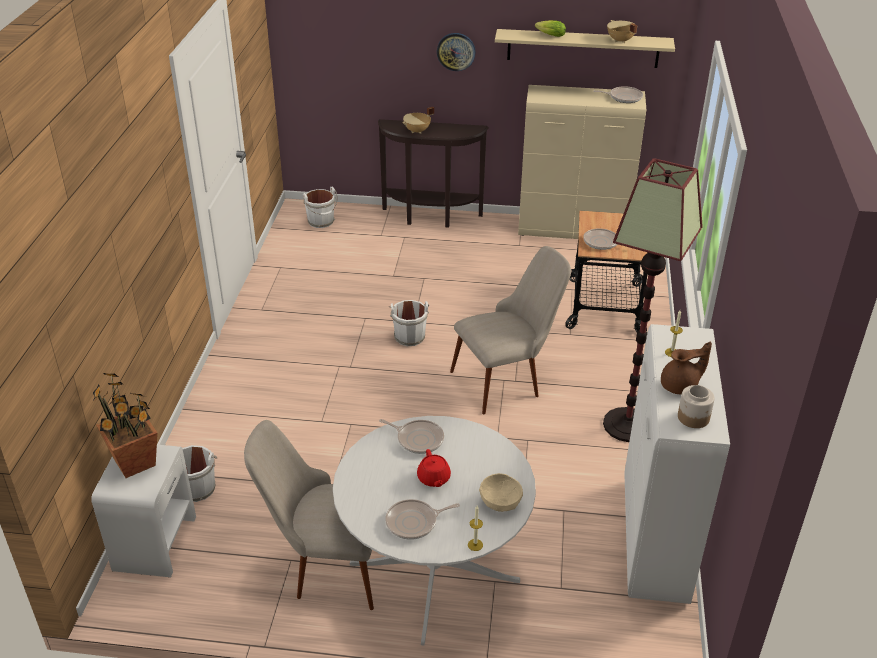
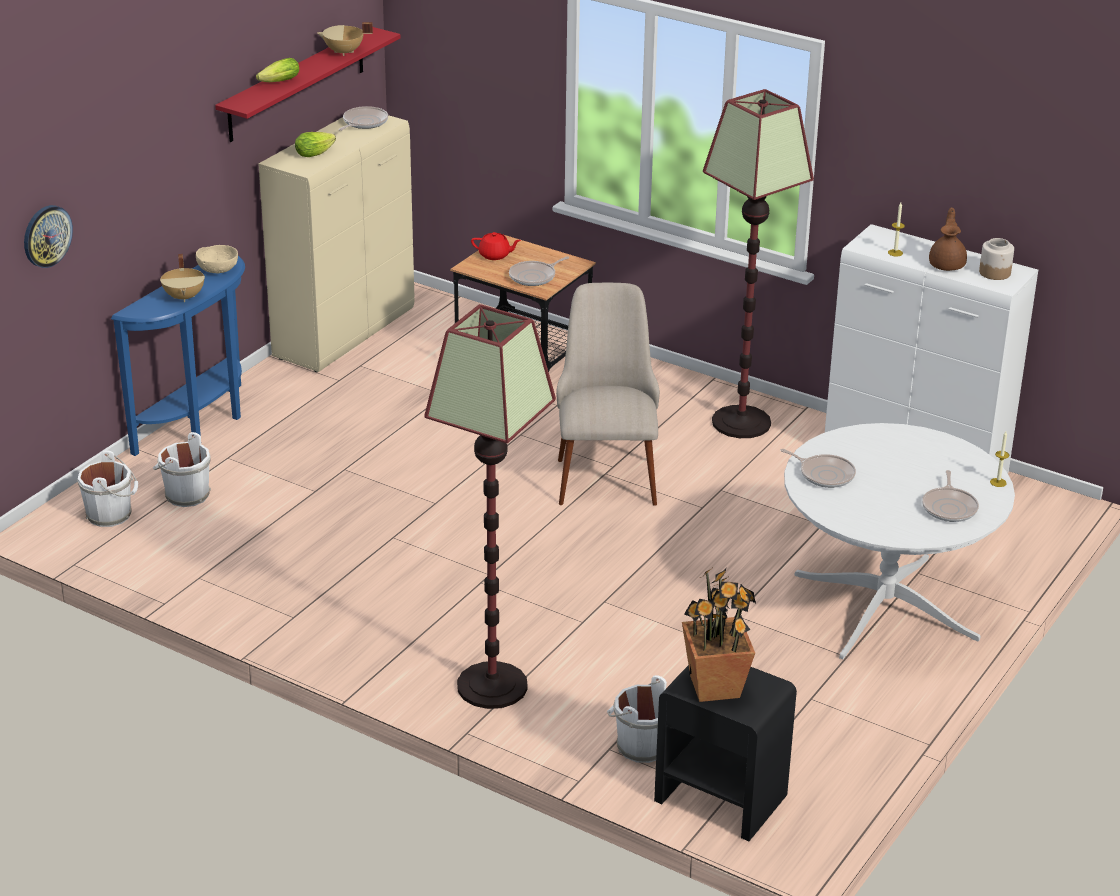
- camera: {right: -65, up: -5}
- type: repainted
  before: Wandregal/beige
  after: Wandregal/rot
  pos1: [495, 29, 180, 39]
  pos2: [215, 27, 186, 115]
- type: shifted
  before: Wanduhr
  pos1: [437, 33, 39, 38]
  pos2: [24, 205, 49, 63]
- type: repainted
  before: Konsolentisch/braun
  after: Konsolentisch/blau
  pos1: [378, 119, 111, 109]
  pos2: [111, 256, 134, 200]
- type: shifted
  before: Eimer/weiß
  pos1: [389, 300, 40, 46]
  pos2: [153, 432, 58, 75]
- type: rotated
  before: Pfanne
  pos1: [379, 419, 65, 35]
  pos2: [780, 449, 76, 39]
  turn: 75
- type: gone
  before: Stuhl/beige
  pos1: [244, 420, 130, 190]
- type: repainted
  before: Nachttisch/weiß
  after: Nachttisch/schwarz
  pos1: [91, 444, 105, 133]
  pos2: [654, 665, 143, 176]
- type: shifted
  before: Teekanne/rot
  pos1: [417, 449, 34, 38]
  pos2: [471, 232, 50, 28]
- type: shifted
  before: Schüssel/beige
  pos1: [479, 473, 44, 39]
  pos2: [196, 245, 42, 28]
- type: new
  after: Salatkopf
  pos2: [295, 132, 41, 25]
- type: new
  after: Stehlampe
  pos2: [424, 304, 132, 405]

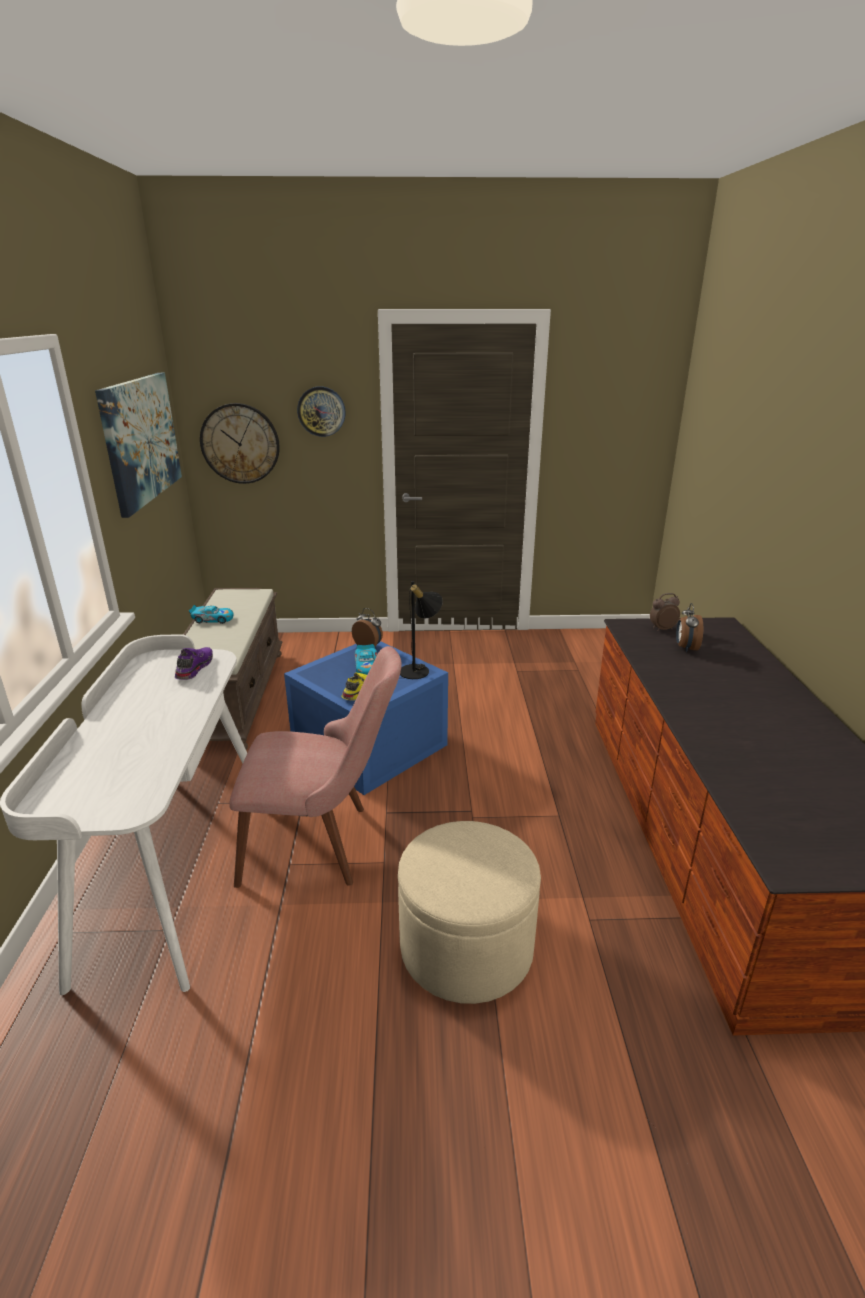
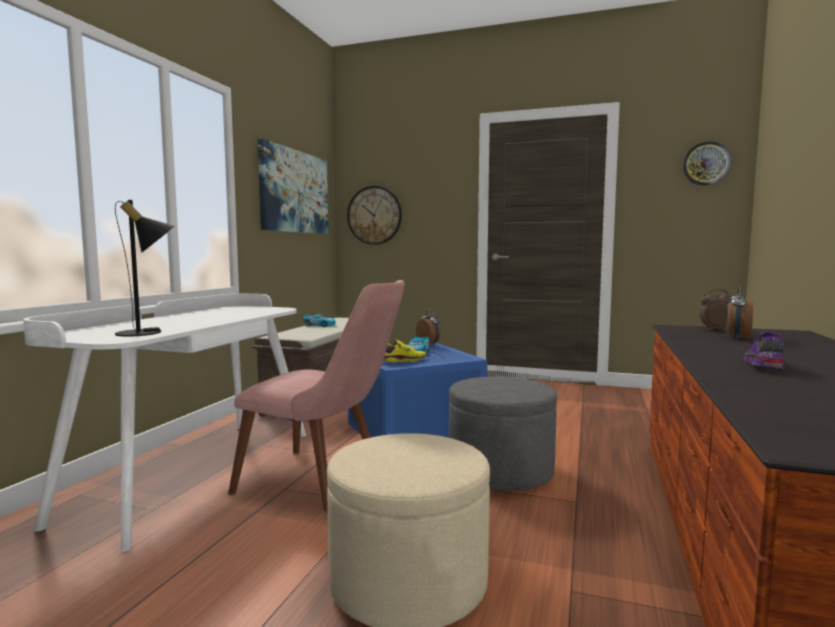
- camera: {right: 20, up: -20}
- type: shifted
  before: Wanduhr
  pos1: [297, 386, 49, 51]
  pos2: [683, 141, 48, 45]
- type: shifted
  before: Tischlampe/schwarz
  pos1: [400, 581, 43, 98]
  pos2: [115, 200, 59, 137]
- type: shifted
  before: Schuh/lila
  pos1: [175, 647, 38, 33]
  pos2: [743, 331, 42, 38]
- type: new
  after: Polsterhocker/grau
  pos2: [449, 376, 108, 115]

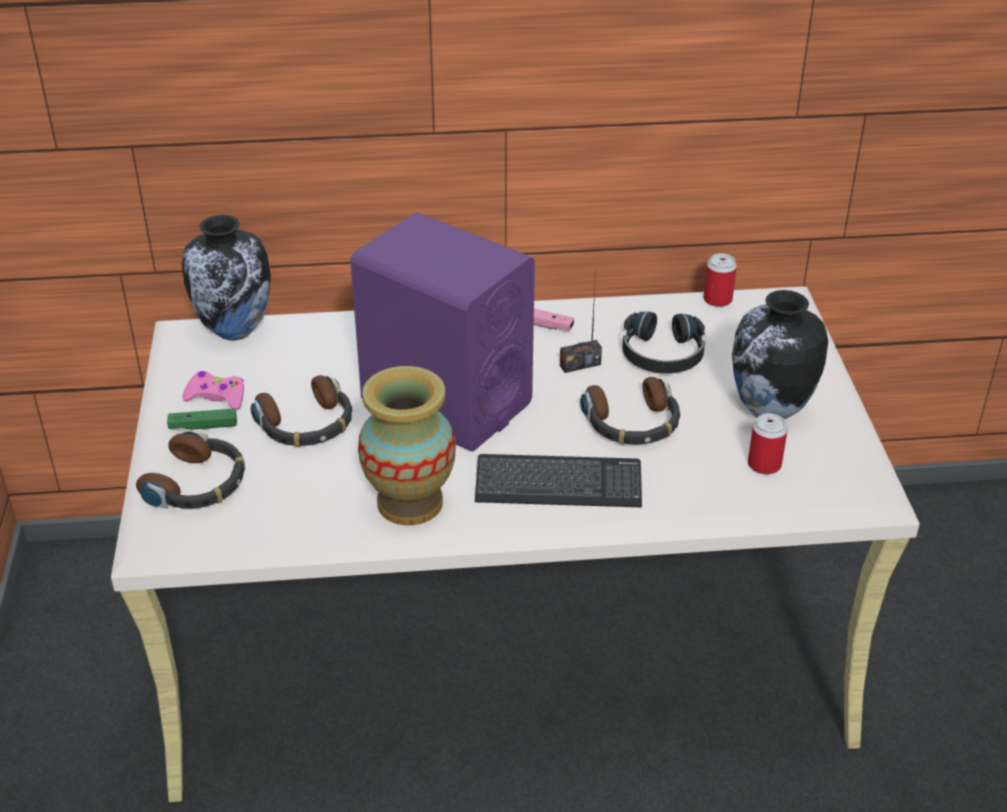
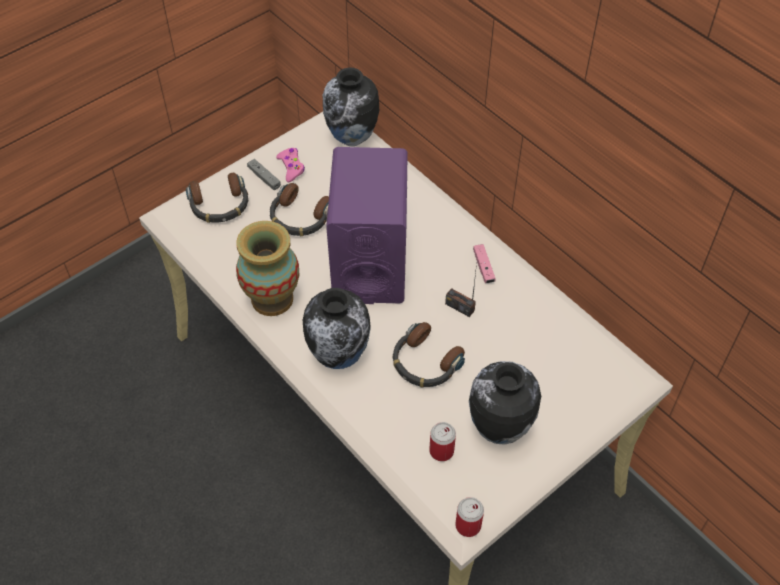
- camera: {right: 55, up: 15}
- type: shifted
  before: Dose
  pos1: [703, 253, 34, 54]
  pos2: [455, 497, 29, 40]
- type: gone
  before: Kopfhörer/schwarz
  pos1: [622, 311, 83, 63]
- type: repainted
  before: Gamepad/grün
  after: Gamepad/grau
  pos1: [167, 408, 70, 22]
  pos2: [247, 159, 34, 31]
- type: swapped
  before: Tastatur
  after: Vase
  pos1: [475, 454, 167, 53]
  pos2: [303, 288, 68, 81]

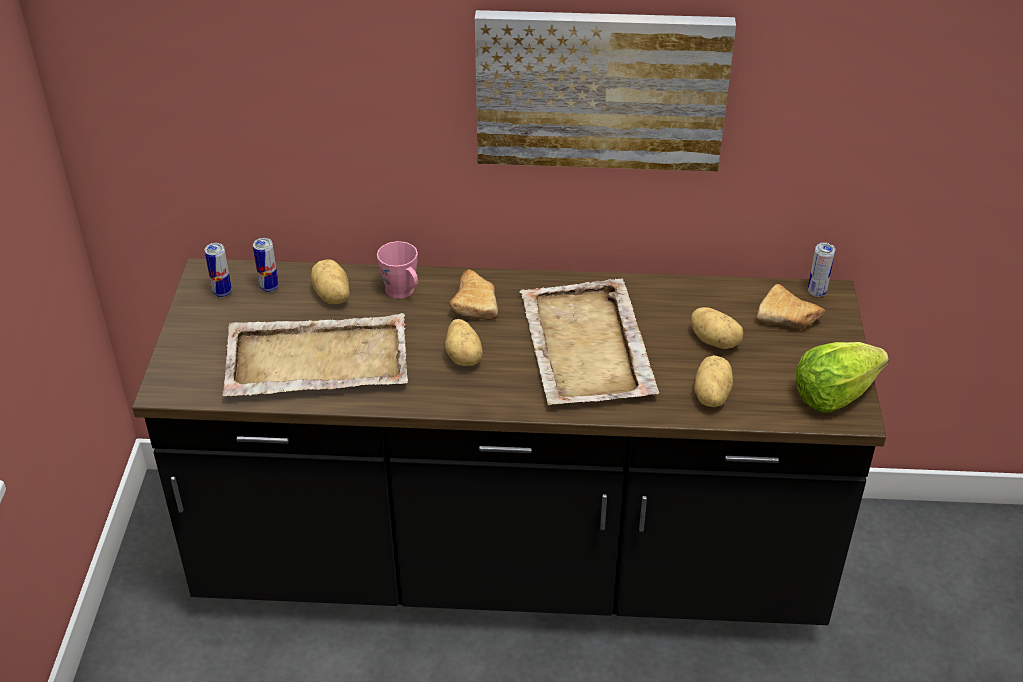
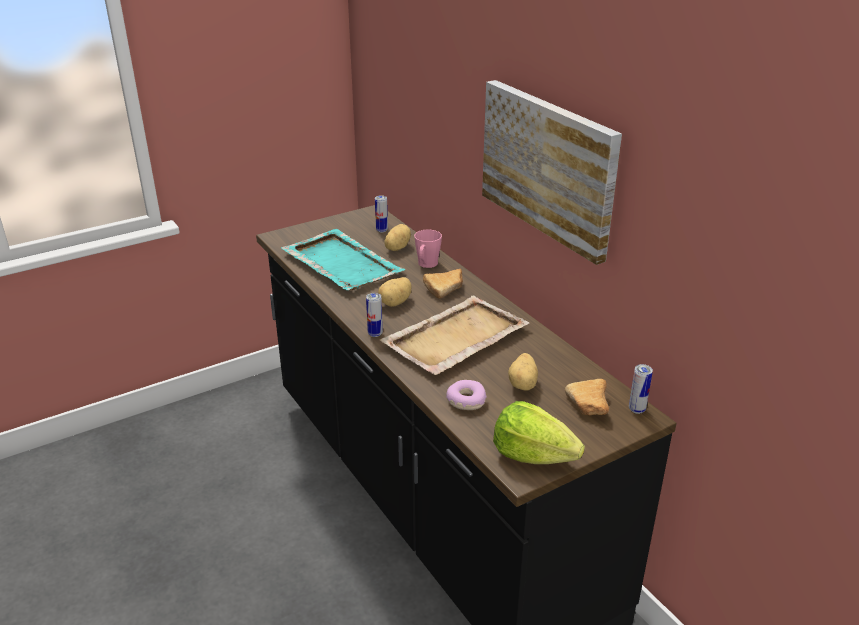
- camera: {right: 55, up: -10}
- type: shifted
  before: Dose
  pos1: [205, 243, 27, 55]
  pos2: [366, 293, 17, 44]
- type: repainted
  before: Tablett/beige
  after: Tablett/türkis
  pos1: [222, 313, 186, 83]
  pos2: [281, 229, 124, 61]
- type: swapped
  before: Kartoffel
  after: Donut
  pos1: [694, 355, 39, 52]
  pos2: [446, 380, 41, 30]

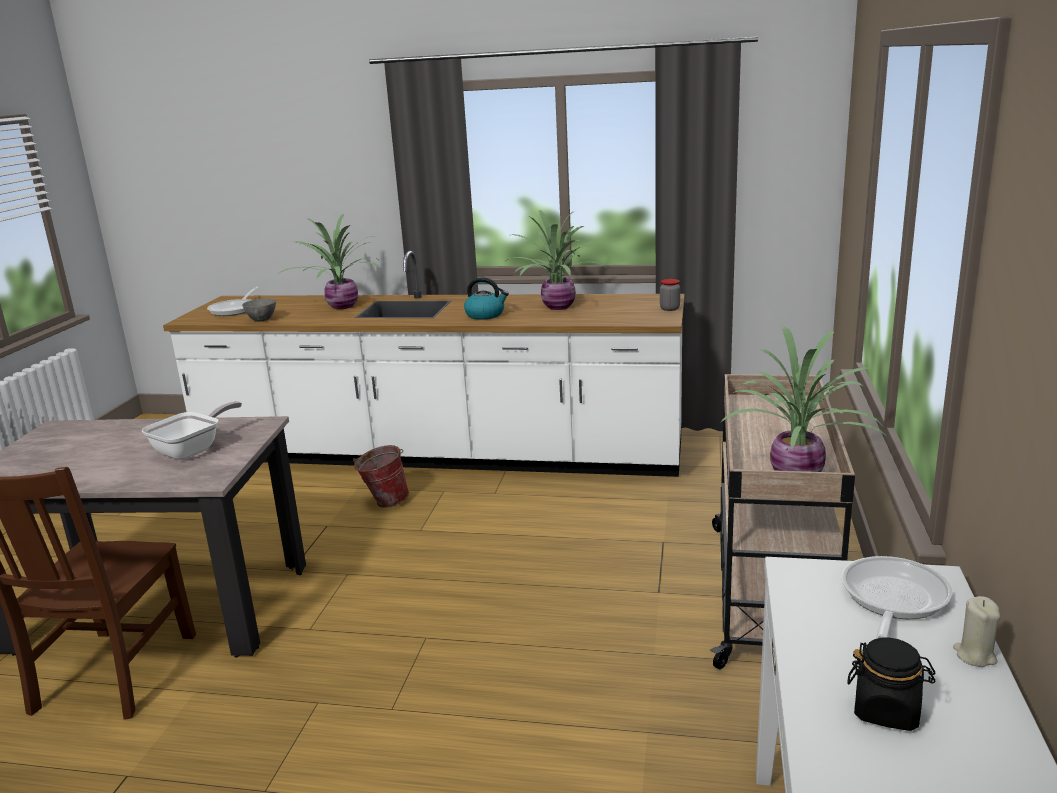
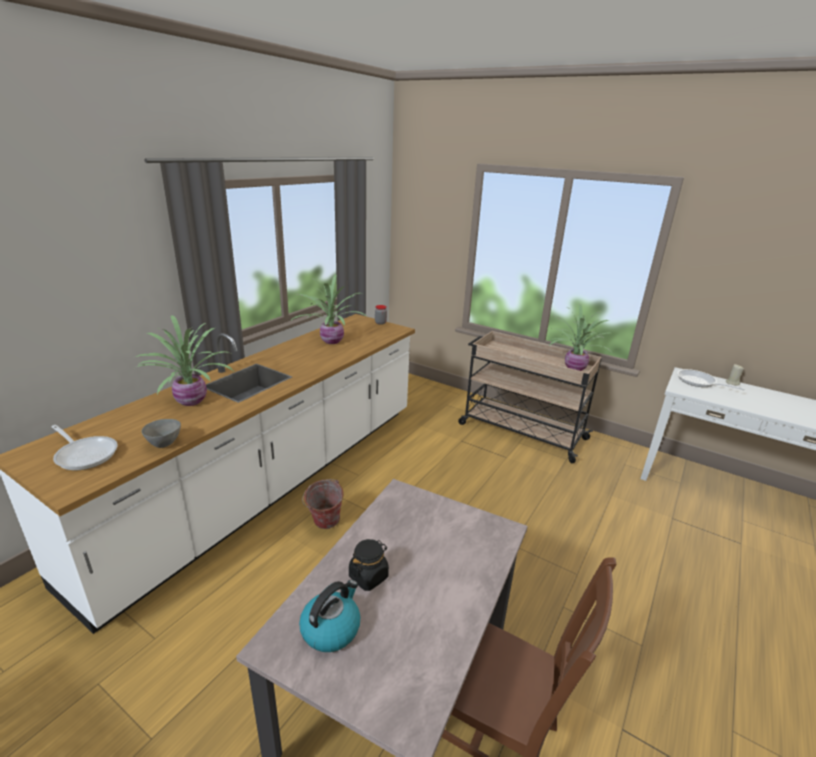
- camera: {right: -70, up: 5}
- type: shifted
  before: Wasserkessel
  pos1: [464, 277, 45, 43]
  pos2: [299, 580, 61, 72]
- type: gone
  before: Pfanne
  pos1: [142, 401, 100, 59]
- type: shifted
  before: Vorratsglas/schwarz
  pos1: [847, 637, 89, 94]
  pos2: [349, 539, 40, 52]

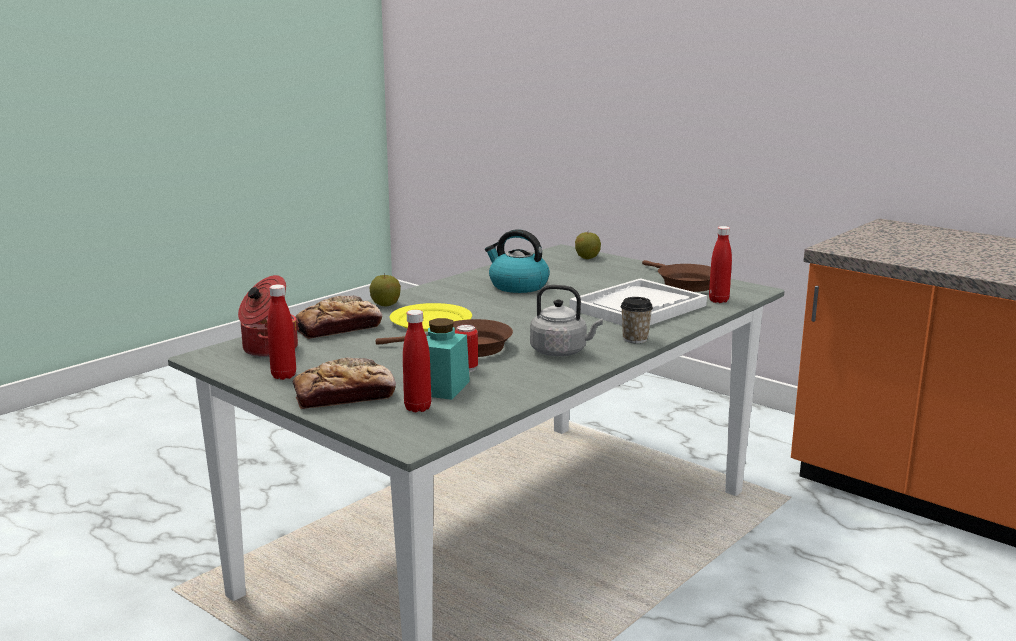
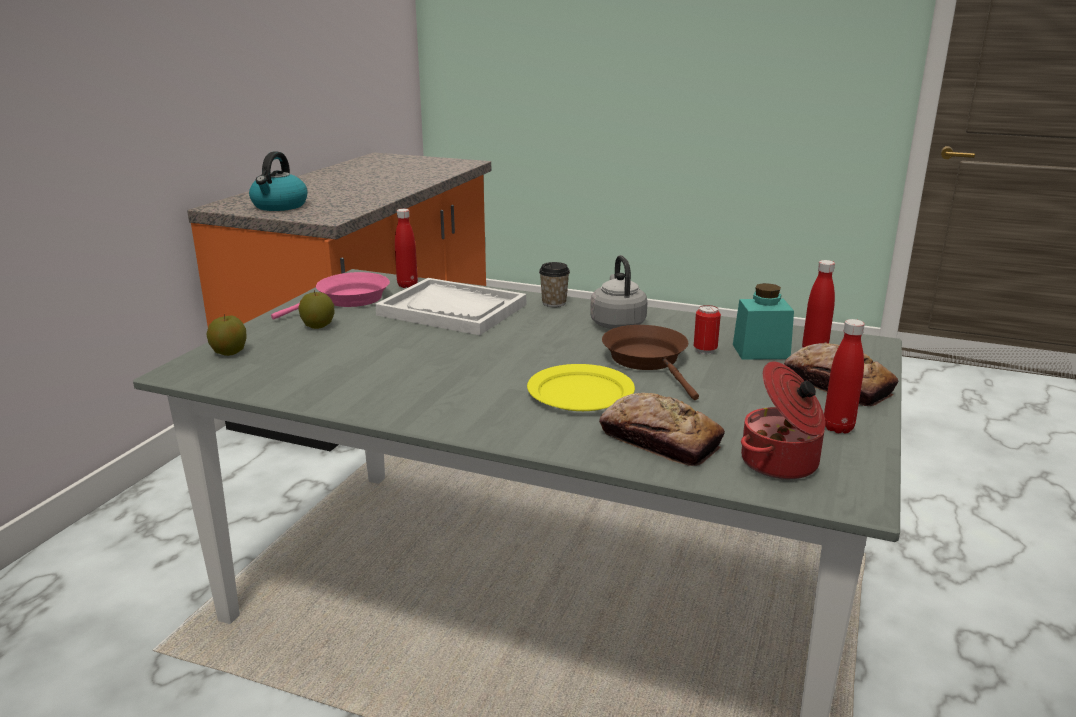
- camera: {right: -110, up: 5}
- type: shifted
  before: Wasserkessel
  pos1: [485, 229, 65, 64]
  pos2: [249, 151, 59, 60]
- type: repainted
  before: Pfanne/braun
  after: Pfanne/rosa
  pos1: [642, 260, 69, 32]
  pos2: [271, 272, 119, 48]
- type: shifted
  before: Apfel
  pos1: [370, 273, 31, 33]
  pos2: [298, 290, 36, 39]

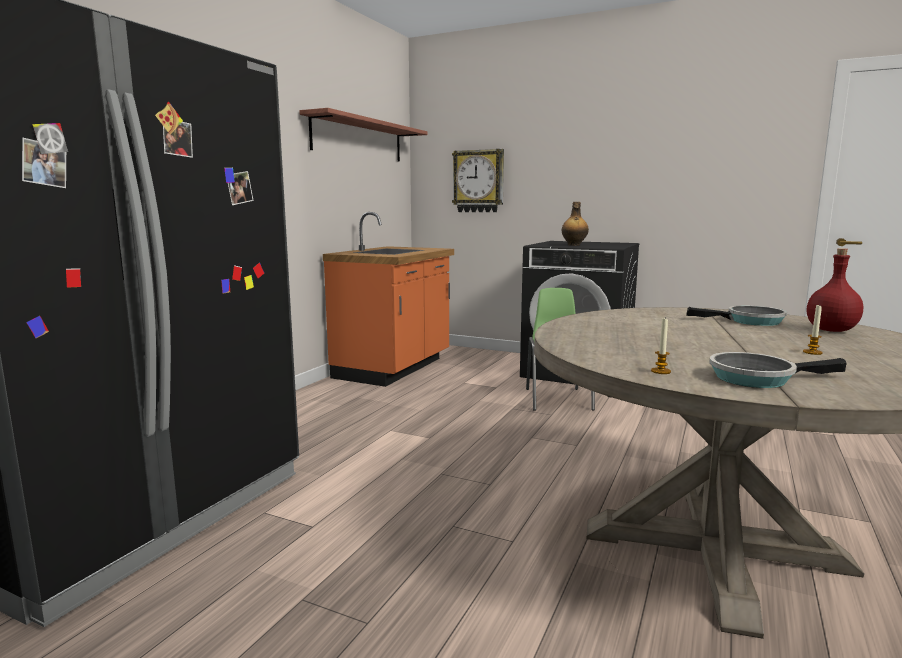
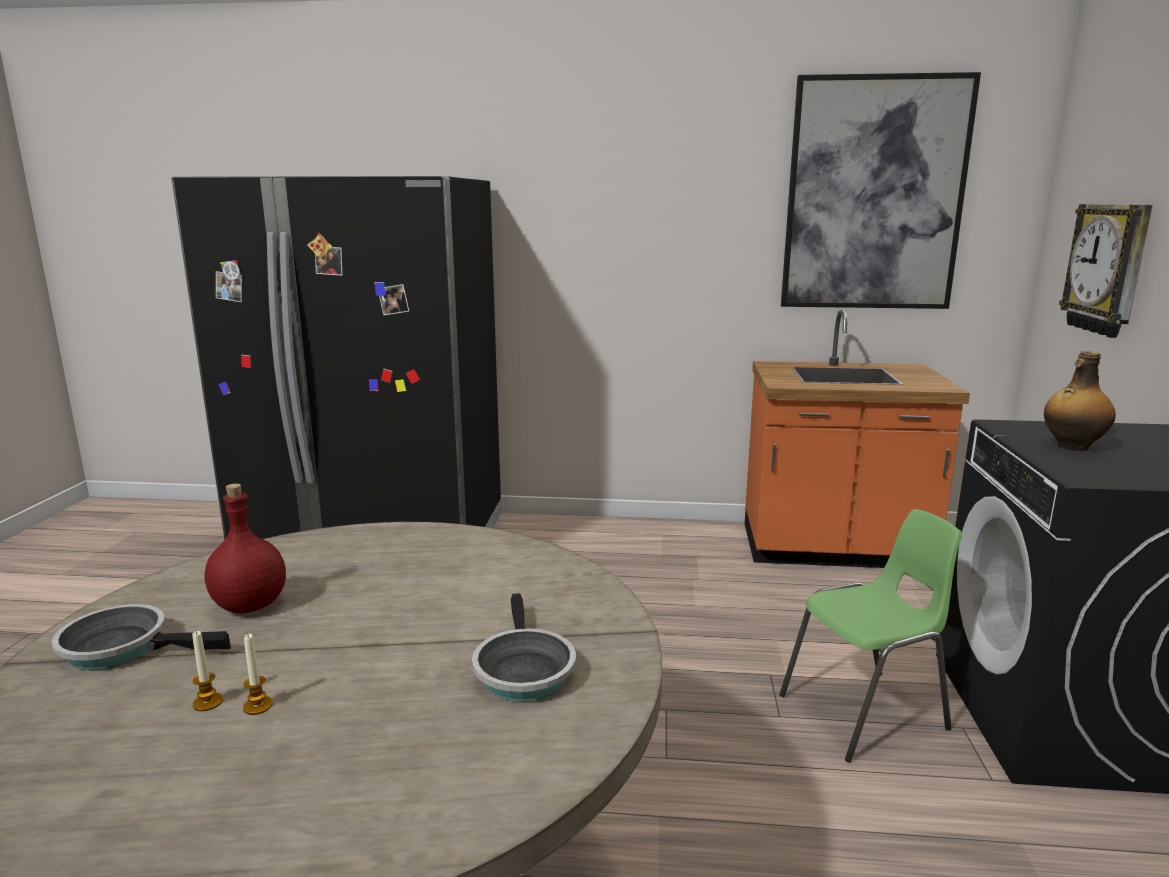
- camera: {right: 70, up: 5}
- type: swapped
  before: Wandregal
  after: Bild
  pos1: [299, 108, 129, 54]
  pos2: [781, 72, 200, 237]
- type: shifted
  before: Flasche/rot
  pos1: [807, 248, 56, 84]
  pos2: [204, 484, 82, 130]
- type: shifted
  before: Kerze
  pos1: [651, 318, 20, 56]
  pos2: [192, 630, 31, 81]
- type: rotated
  before: Pfanne
  pos1: [710, 352, 137, 36]
  pos2: [52, 604, 179, 66]
  turn: -60

